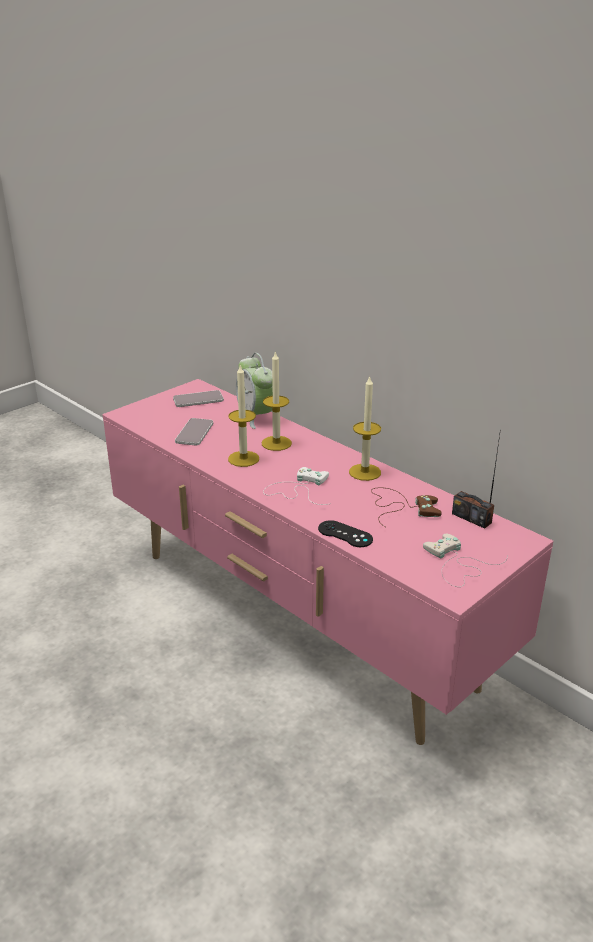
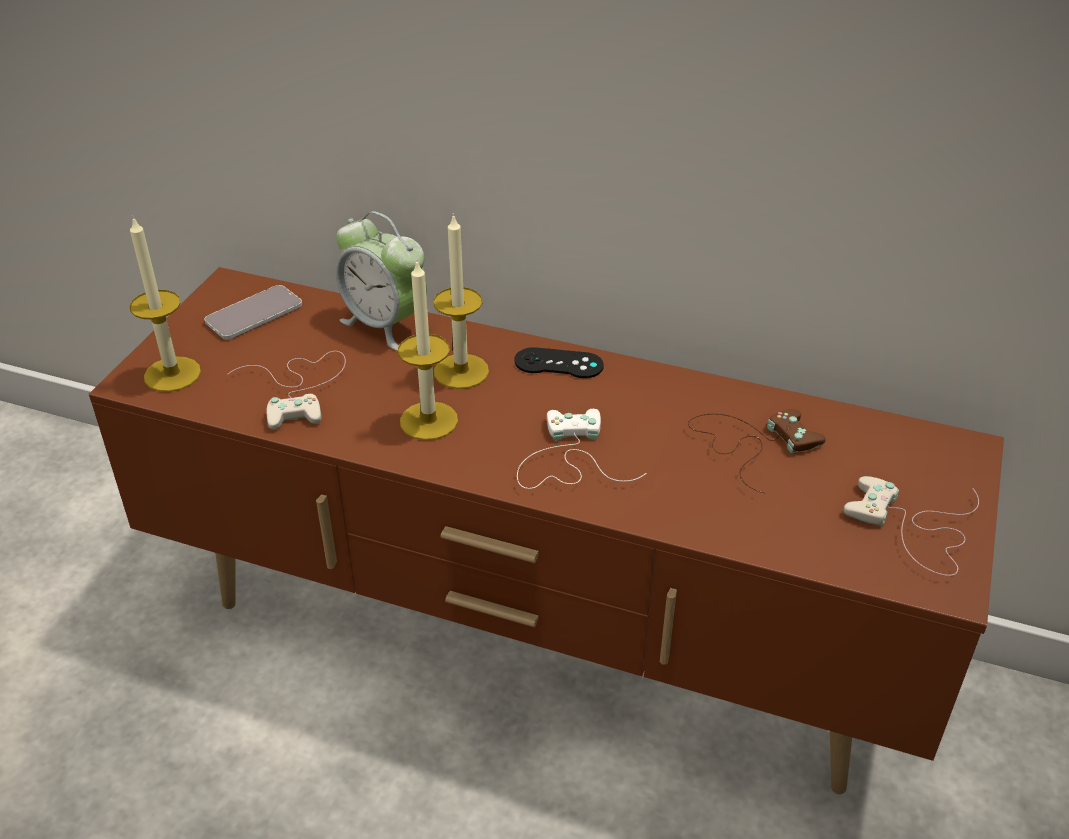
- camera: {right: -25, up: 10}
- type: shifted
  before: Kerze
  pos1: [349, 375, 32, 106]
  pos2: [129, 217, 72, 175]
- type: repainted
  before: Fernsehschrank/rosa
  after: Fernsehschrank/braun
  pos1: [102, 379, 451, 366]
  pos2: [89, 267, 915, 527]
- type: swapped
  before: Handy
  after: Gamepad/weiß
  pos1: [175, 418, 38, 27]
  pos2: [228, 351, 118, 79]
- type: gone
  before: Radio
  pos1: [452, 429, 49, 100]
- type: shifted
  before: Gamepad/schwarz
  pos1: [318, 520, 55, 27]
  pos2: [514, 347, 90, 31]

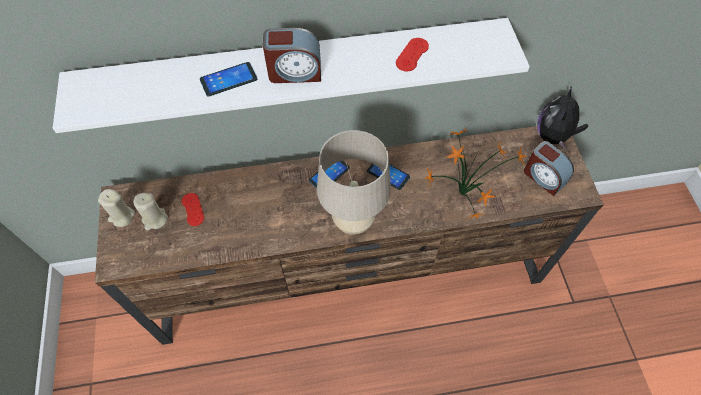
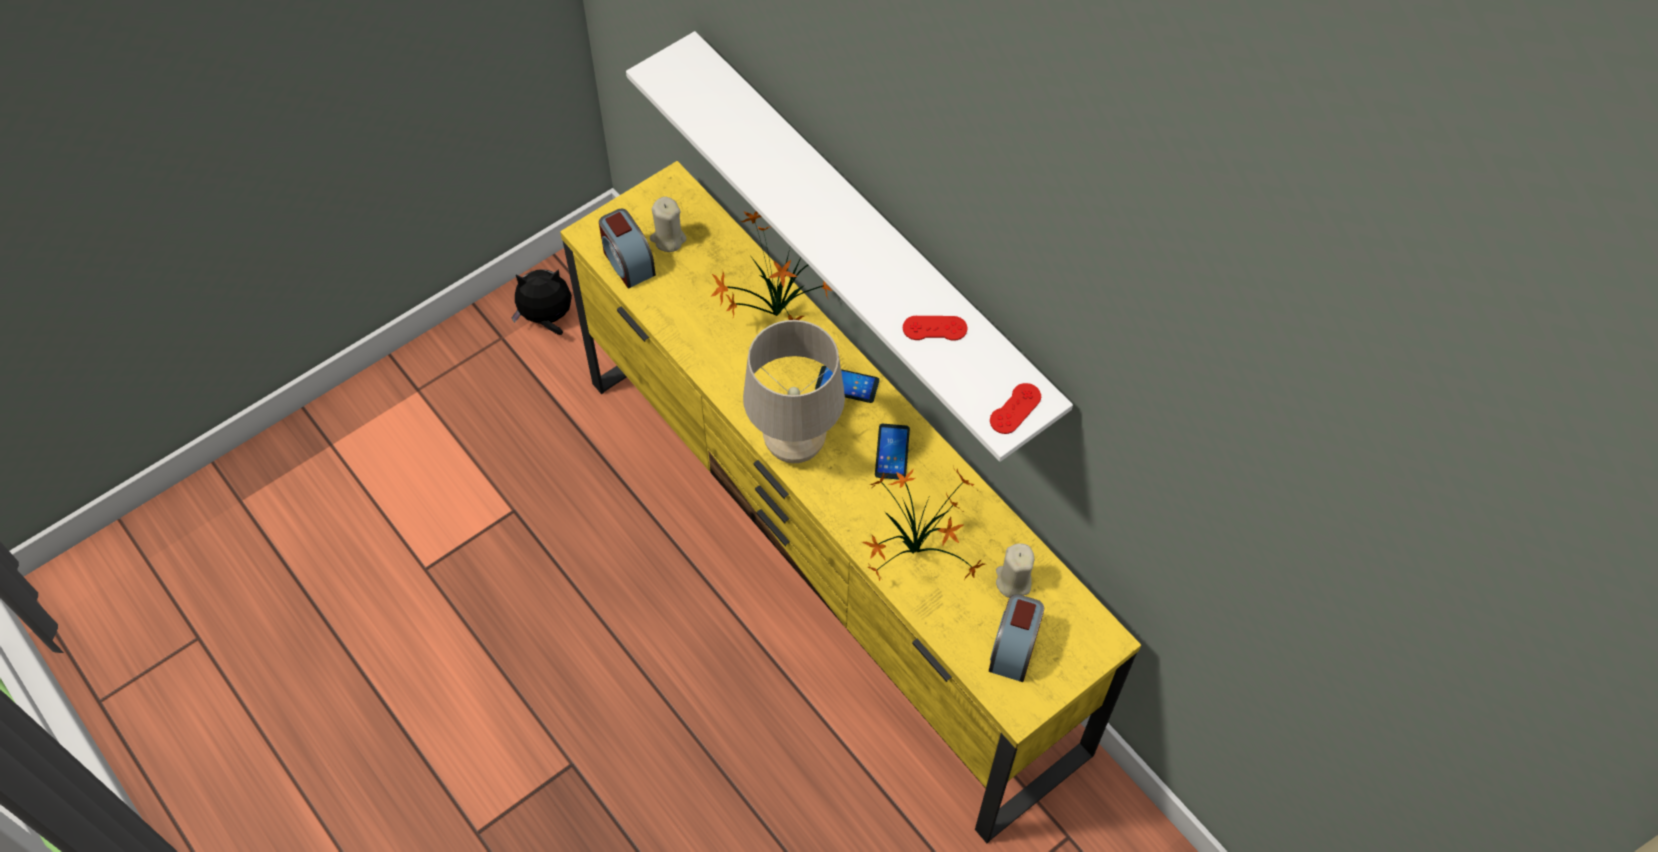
- camera: {right: 60, up: 0}
- type: shifted
  before: Wecker
  pos1: [263, 28, 58, 55]
  pos2: [599, 209, 57, 80]
- type: gone
  before: Handy
  pos1: [200, 62, 57, 35]
- type: shifted
  before: Plüschtier
  pos1: [537, 87, 51, 63]
  pos2: [512, 269, 60, 66]
- type: repainted
  before: Fernsehschrank/braun
  after: Fernsehschrank/gelb
  pos1: [95, 126, 509, 219]
  pos2: [560, 161, 581, 682]
- type: shifted
  before: Kerze/beige
  pos1: [98, 189, 37, 38]
  pos2: [996, 543, 38, 55]
- type: shifted
  before: Gamepad/rot
  pos1: [182, 193, 22, 33]
  pos2: [990, 383, 51, 51]
- type: new
  after: Topfpflanze
  pos2: [710, 211, 123, 109]

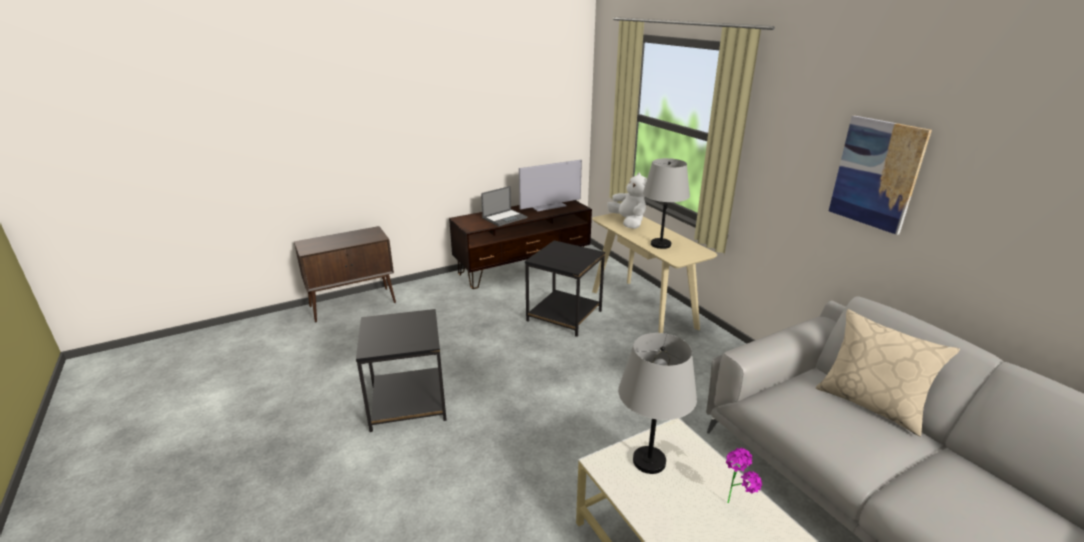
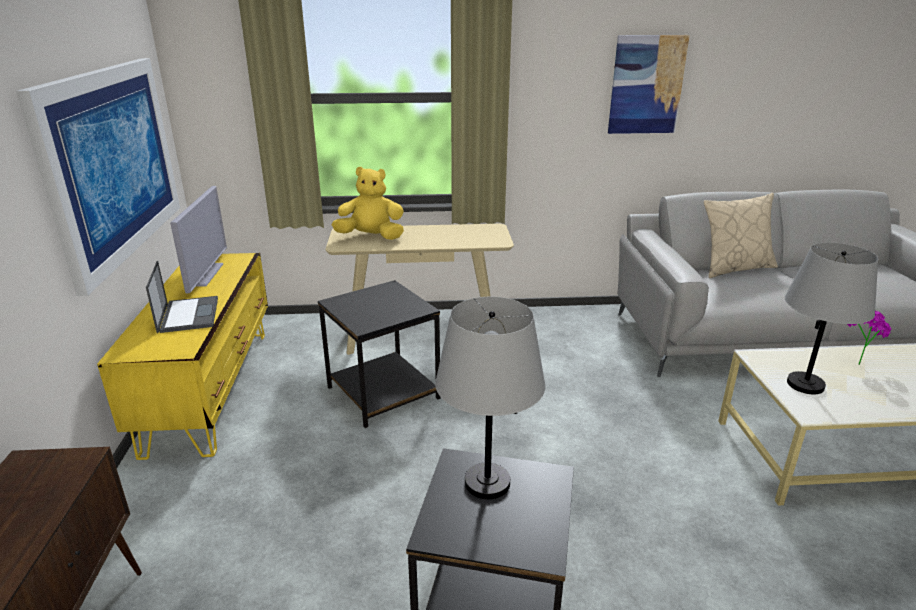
- camera: {right: -65, up: 0}
- type: shifted
  before: Tischlampe/grau
  pos1: [643, 158, 47, 91]
  pos2: [435, 297, 110, 202]
- type: repainted
  before: Plüschtier/weiß
  after: Plüschtier/gelb
  pos1: [607, 172, 40, 57]
  pos2: [332, 167, 72, 73]
- type: repainted
  before: Fernsehschrank/braun
  after: Fernsehschrank/gelb
  pos1: [449, 200, 143, 89]
  pos2: [97, 253, 171, 207]
- type: new
  after: Bild
  pos2: [16, 58, 164, 238]

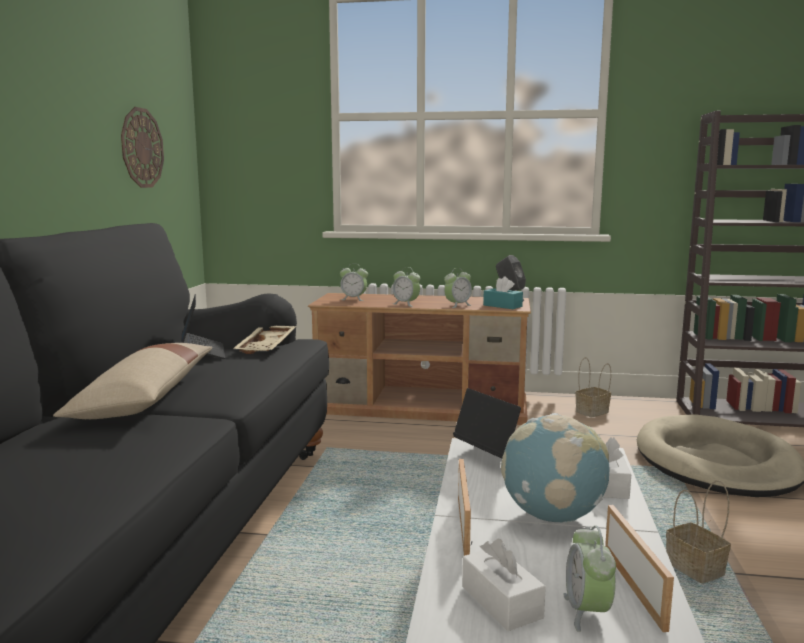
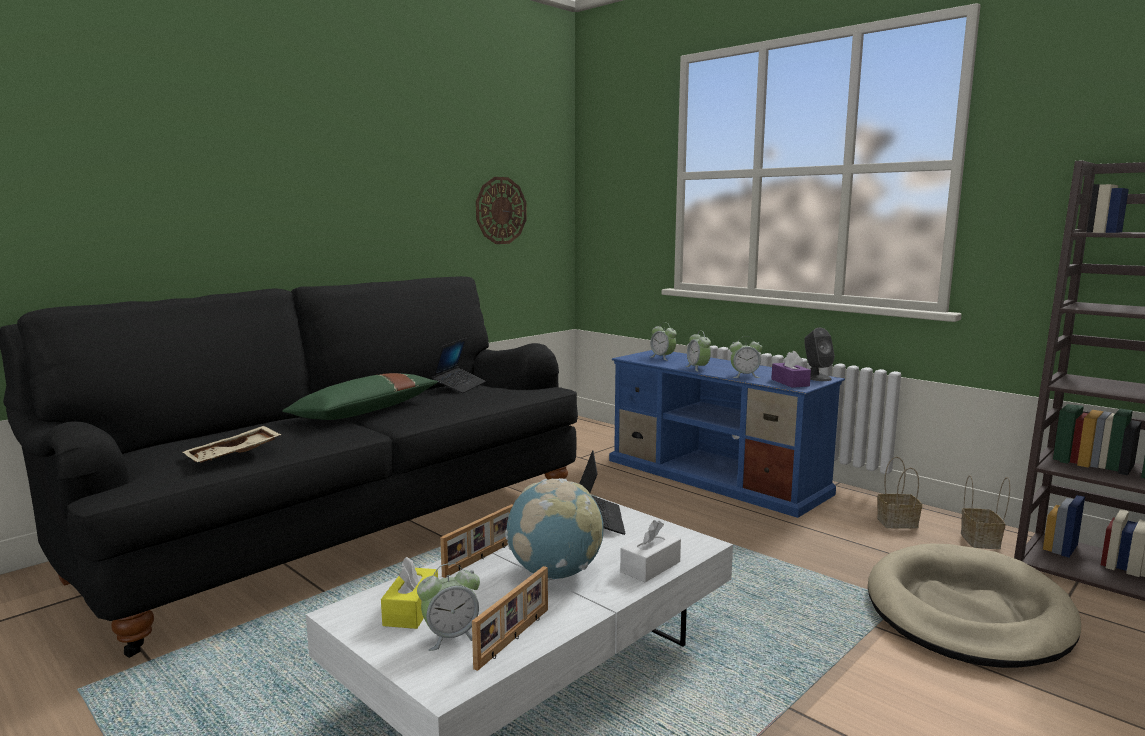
- camera: {right: 35, up: 0}
- type: repainted
  before: Taschentuchbox/türkis
  after: Taschentuchbox/lila
  pos1: [483, 276, 40, 33]
  pos2: [771, 351, 40, 37]
- type: repainted
  before: Fernsehschrank/braun
  after: Fernsehschrank/blau
  pos1: [308, 293, 223, 132]
  pos2: [609, 350, 236, 168]
- type: shifted
  before: Tablett/beige
  pos1: [233, 326, 63, 28]
  pos2: [183, 426, 98, 37]
- type: repainted
  before: Kissen/beige
  after: Kissen/grün
  pos1: [53, 343, 159, 76]
  pos2: [282, 373, 156, 47]
- type: shifted
  before: Korb
  pos1: [666, 480, 65, 103]
  pos2: [961, 475, 49, 74]
- type: rotated
  before: Wecker
  pos1: [563, 525, 53, 107]
  pos2: [417, 563, 63, 88]
  turn: -150
- type: repainted
  before: Taschentuchbox/weiß
  after: Taschentuchbox/gelb
  pos1: [462, 539, 84, 92]
  pos2: [381, 556, 57, 73]

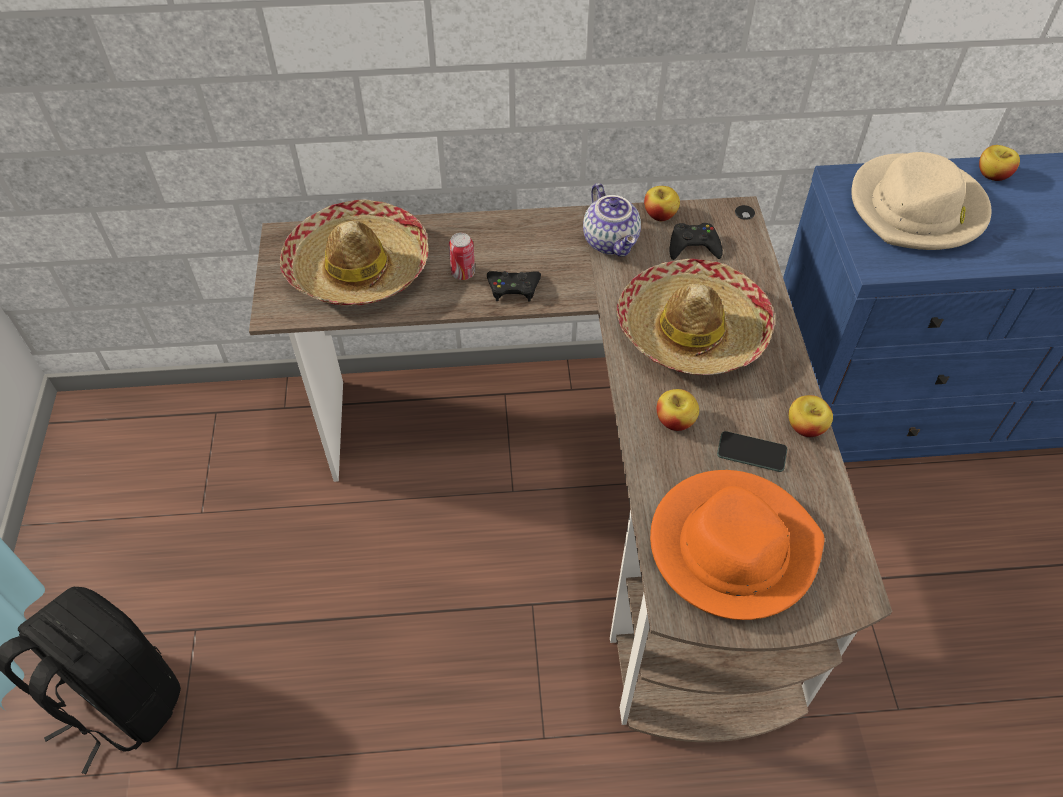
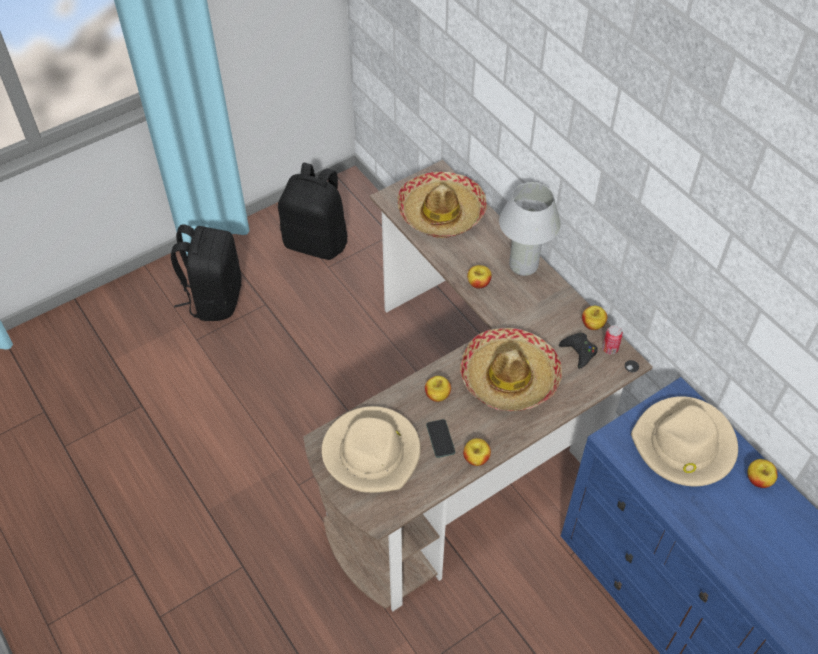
- camera: {right: 60, up: 0}
- type: gone
  before: Teekanne
  pos1: [583, 183, 58, 74]
- type: shifted
  before: Dose
  pos1: [449, 233, 26, 47]
  pos2: [602, 325, 21, 30]
- type: swapped
  before: Gamepad/schwarz
  after: Apfel
  pos1: [487, 271, 54, 30]
  pos2: [467, 265, 25, 24]
- type: repainted
  before: Hut/orange
  after: Hut/beige
  pos1: [650, 470, 175, 150]
  pos2: [322, 406, 99, 87]
- type: new
  after: Rucksack/schwarz
  pos2: [278, 163, 70, 97]
- type: new
  after: Tischlampe/weiß
  pos2: [499, 182, 61, 94]

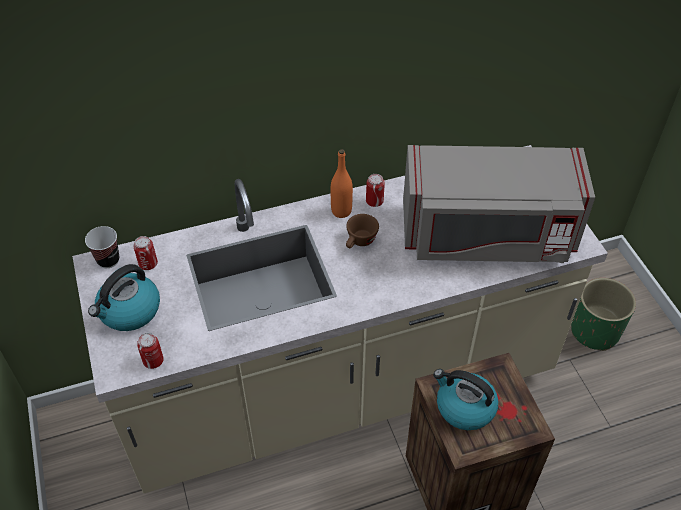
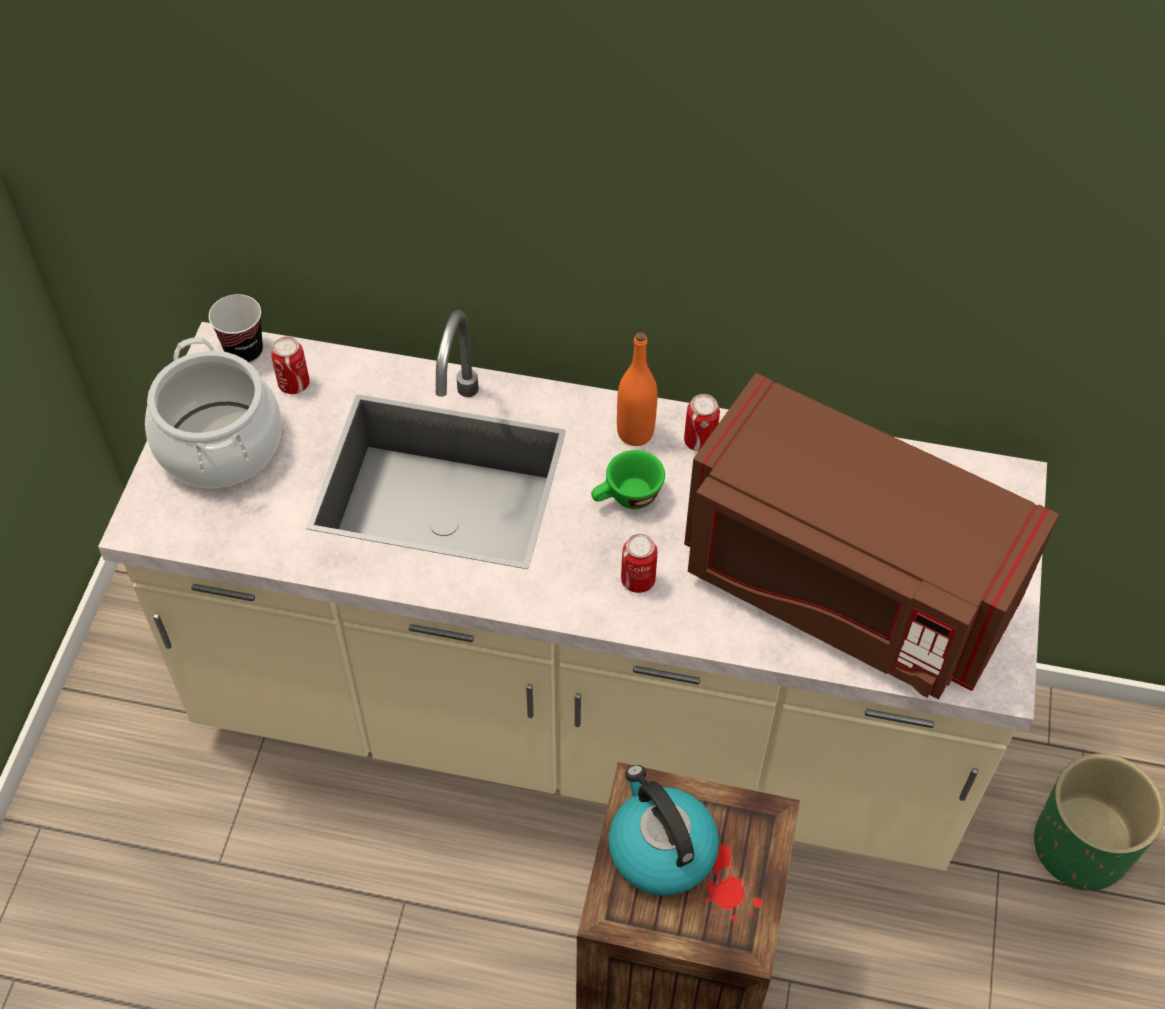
- camera: {right: 30, up: 5}
- type: repainted
  before: Mikrowelle/grau
  after: Mikrowelle/braun
  pos1: [403, 145, 192, 118]
  pos2: [684, 373, 375, 326]
- type: repainted
  before: Tasse/braun
  after: Tasse/grün
  pos1: [346, 214, 33, 34]
  pos2: [591, 450, 74, 59]
- type: swapped
  before: Wasserkessel
  after: Kochtopf
  pos1: [88, 264, 72, 67]
  pos2: [145, 337, 137, 151]
- type: shifted
  before: Dose
  pos1: [137, 333, 27, 36]
  pos2: [621, 534, 36, 59]

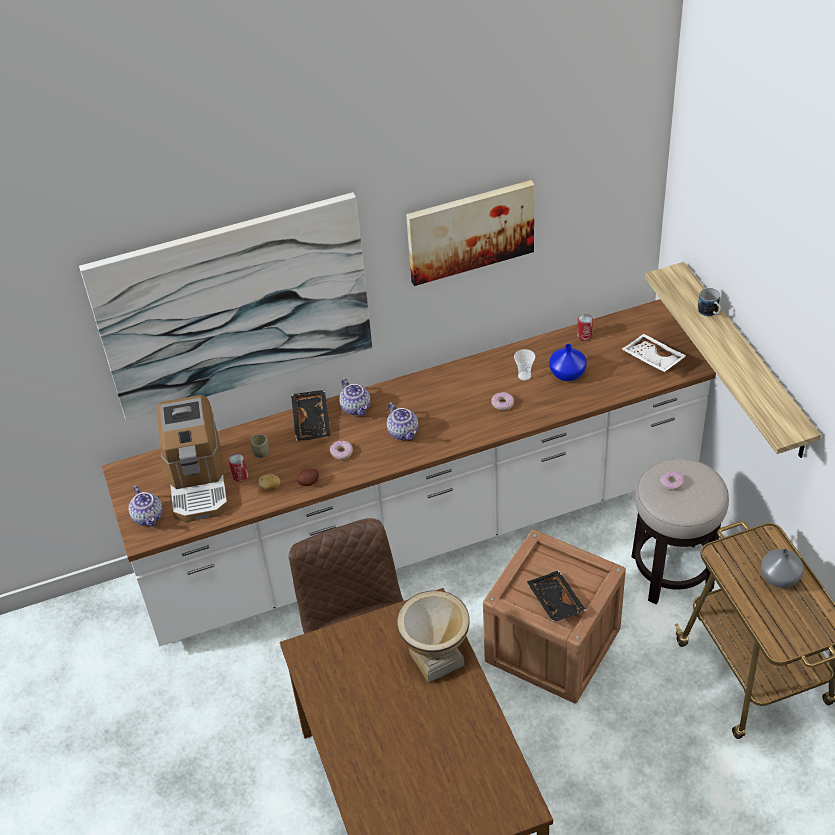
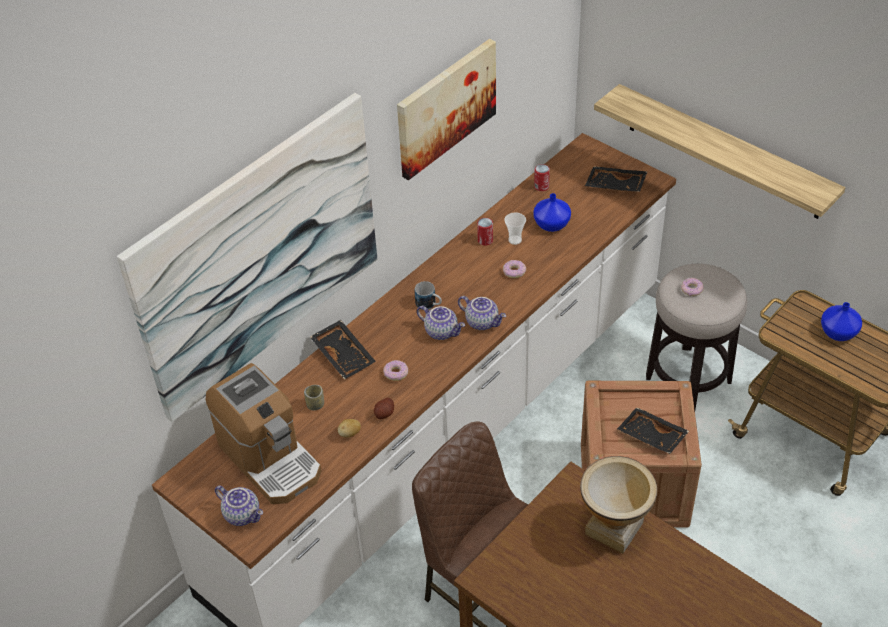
- camera: {right: -30, up: 0}
- type: shifted
  before: Henkelbecher
  pos1: [698, 288, 23, 28]
  pos2: [415, 281, 27, 29]
- type: repainted
  before: Tablett/weiß
  after: Tablett/schwarz
  pos1: [622, 334, 64, 38]
  pos2: [585, 166, 63, 26]
- type: shifted
  before: Teekanne
  pos1: [339, 378, 32, 38]
  pos2: [458, 296, 48, 34]
- type: shifted
  before: Dose
  pos1: [229, 453, 19, 28]
  pos2: [477, 218, 16, 28]
- type: repainted
  before: Vase/grau
  after: Vase/blau
  pos1: [761, 549, 43, 39]
  pos2: [821, 302, 41, 39]

